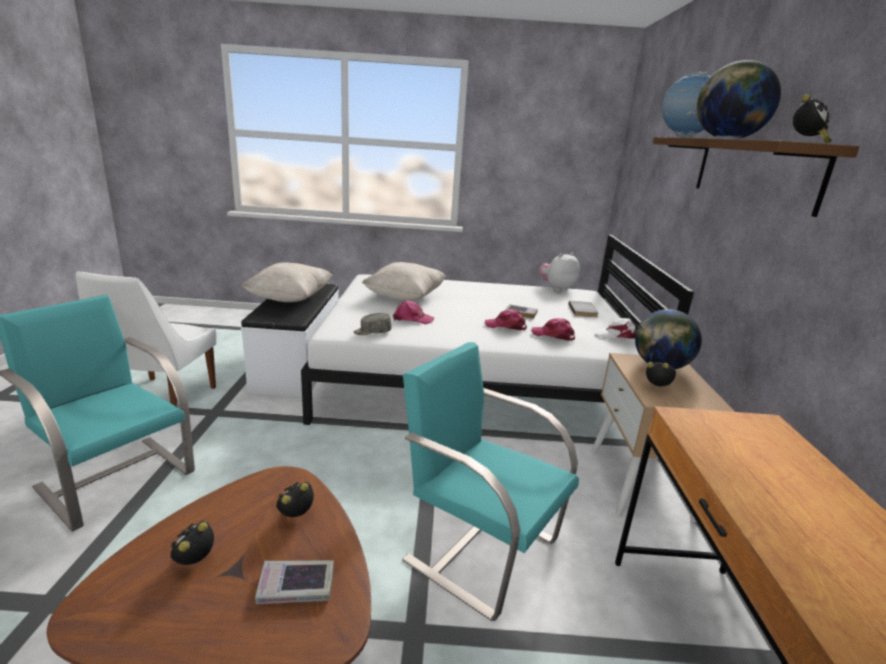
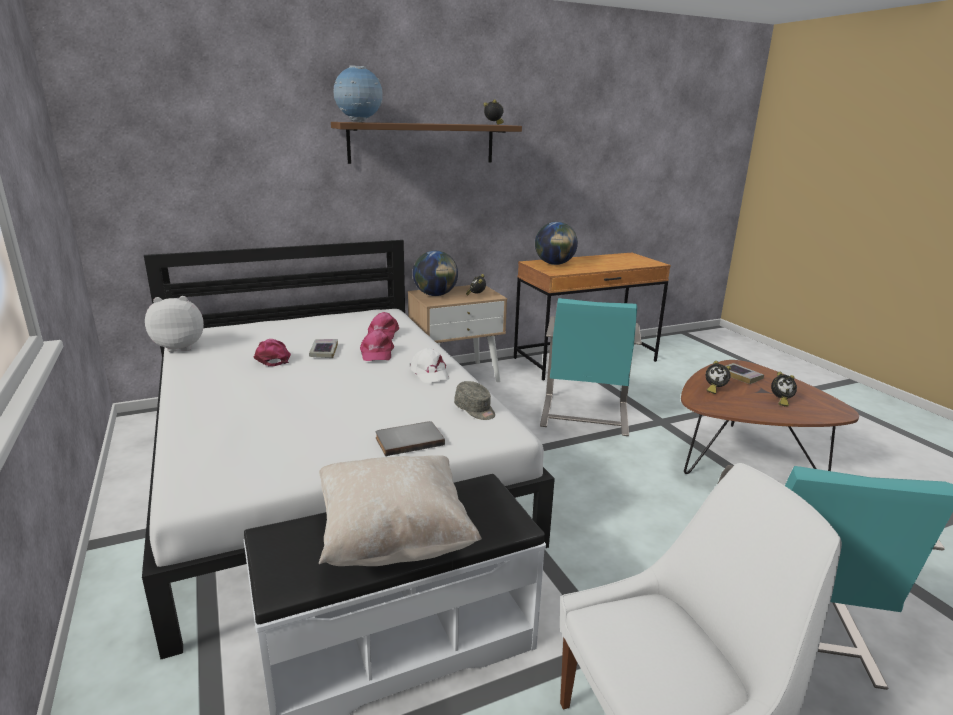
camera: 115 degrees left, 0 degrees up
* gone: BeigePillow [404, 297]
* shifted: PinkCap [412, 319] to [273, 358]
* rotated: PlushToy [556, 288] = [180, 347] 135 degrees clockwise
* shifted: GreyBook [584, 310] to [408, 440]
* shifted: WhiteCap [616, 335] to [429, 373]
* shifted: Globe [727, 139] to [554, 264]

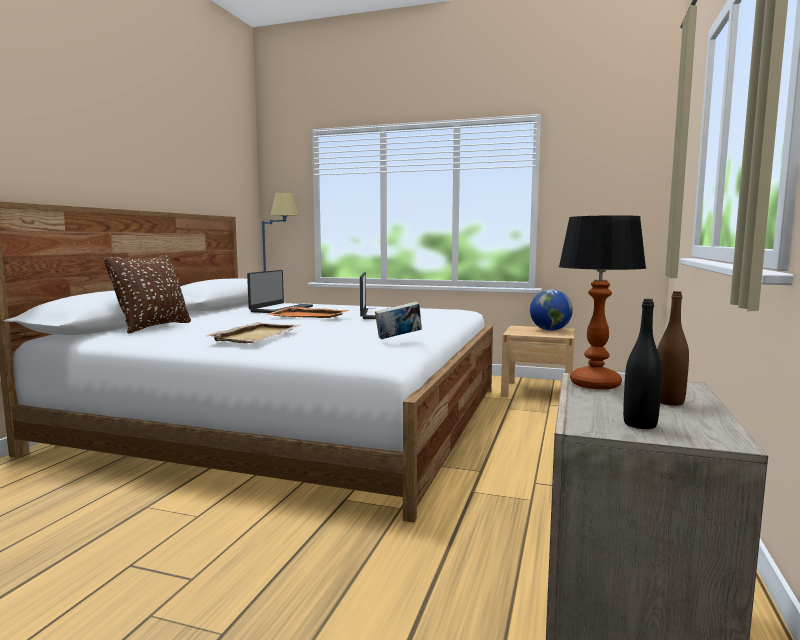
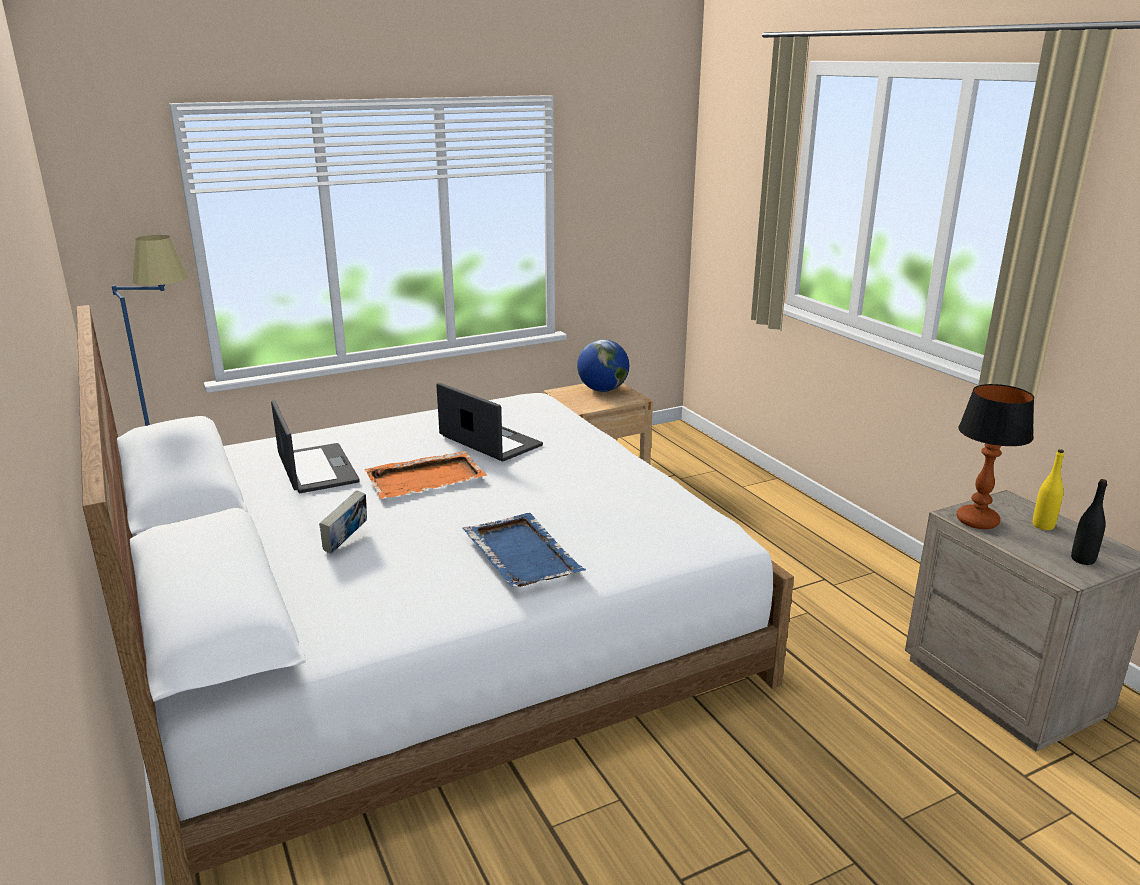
camera: 45 degrees left, 15 degrees up
* gone: BrownPillow [153, 327]
* repainted: BeigeTray [257, 335] to BlueTray [521, 553]
* shifted: Book [398, 338] to [346, 542]
* repainted: BrownBottle [669, 402] to YellowBottle [1043, 525]

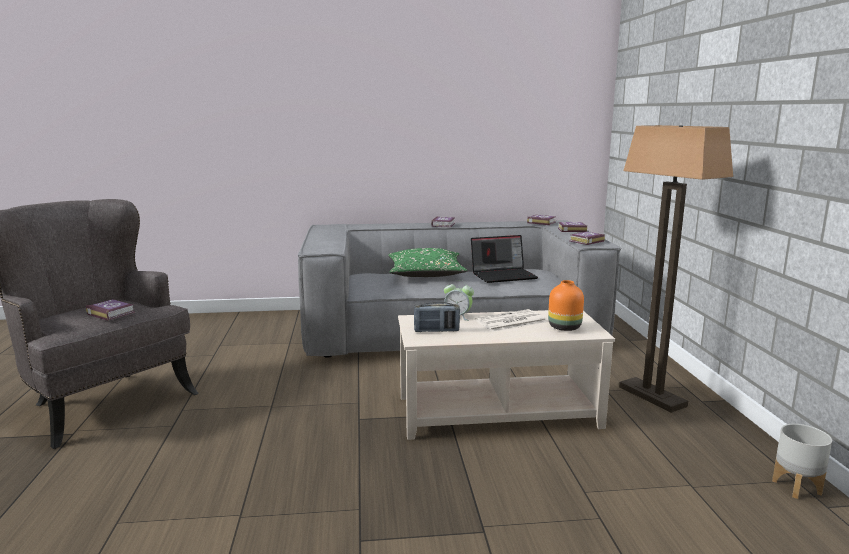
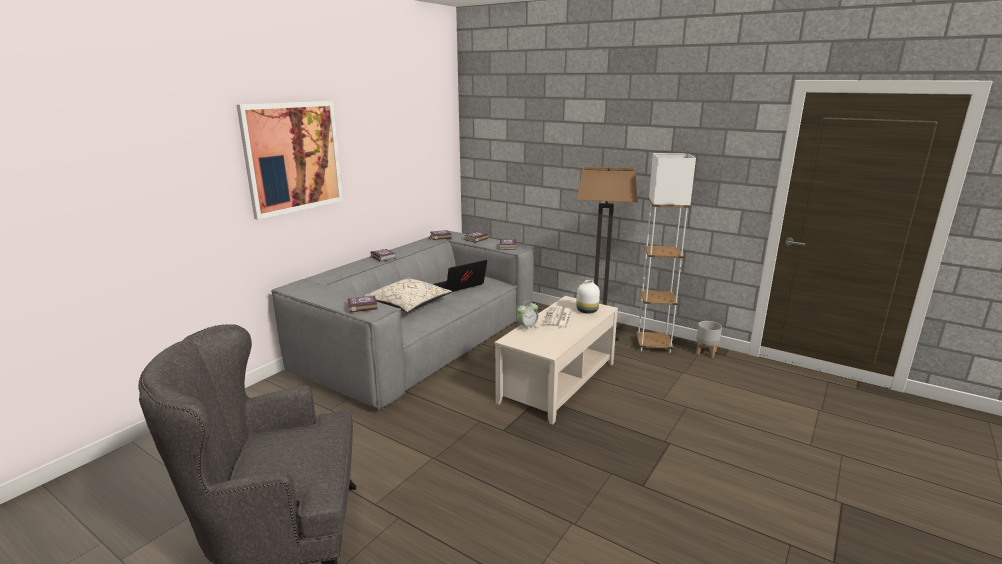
camera: 50 degrees left, 5 degrees up
* shifted: Book [111, 313] to [361, 306]
* repainted: GreenPillow [426, 274] to BeigePillow [408, 304]
* gone: Radio [436, 331]
* rotated: Laptop [504, 275] = [459, 286] 150 degrees counterclockwise
* repainted: OrangeVase [564, 327] to WhiteVase [587, 311]
* new: Picture [293, 157]
* new: WhiteFloorLamp [653, 345]

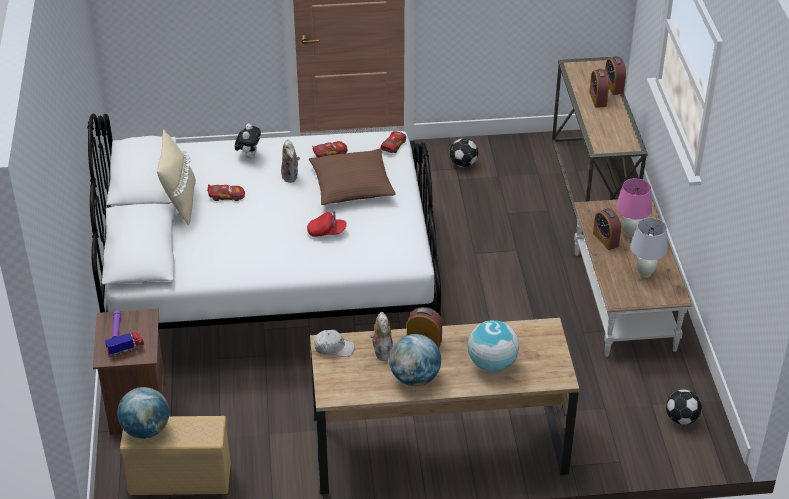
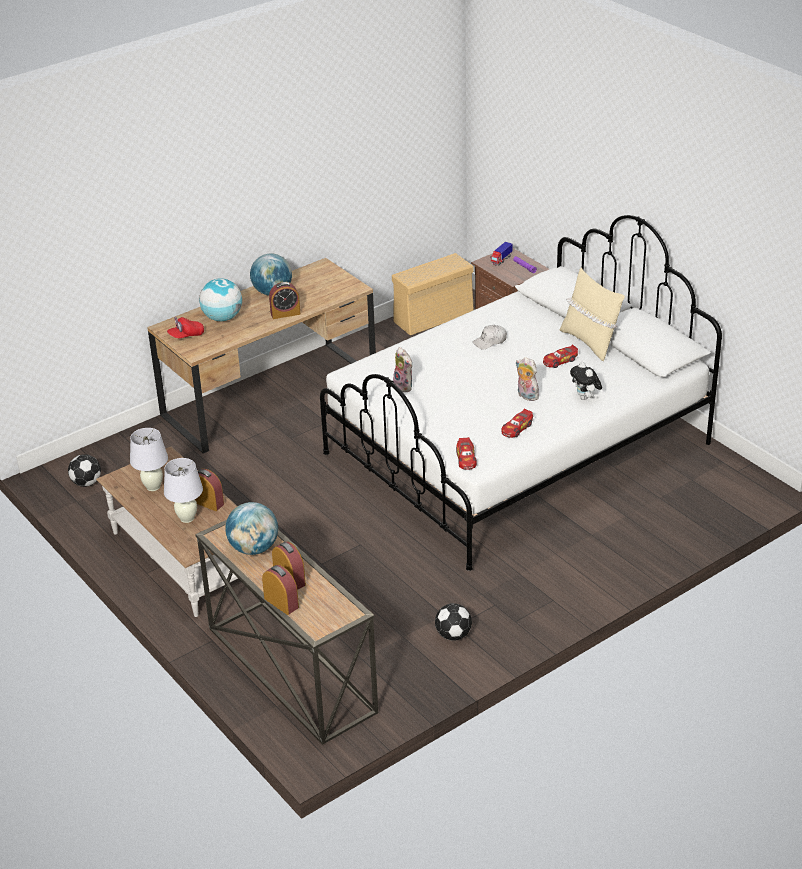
camera: 150 degrees right, 5 degrees down
* shifted: Globe [146, 430] to [253, 548]
* shifted: RedCap [327, 232] to [186, 336]
* gone: BrownPillow [352, 185]
* shifted: WhiteCap [334, 348] to [490, 341]
* shifted: PlushToy [381, 351] to [404, 386]
* repainted: PinkTableLamp [630, 233] to WhiteTableLamp [187, 518]

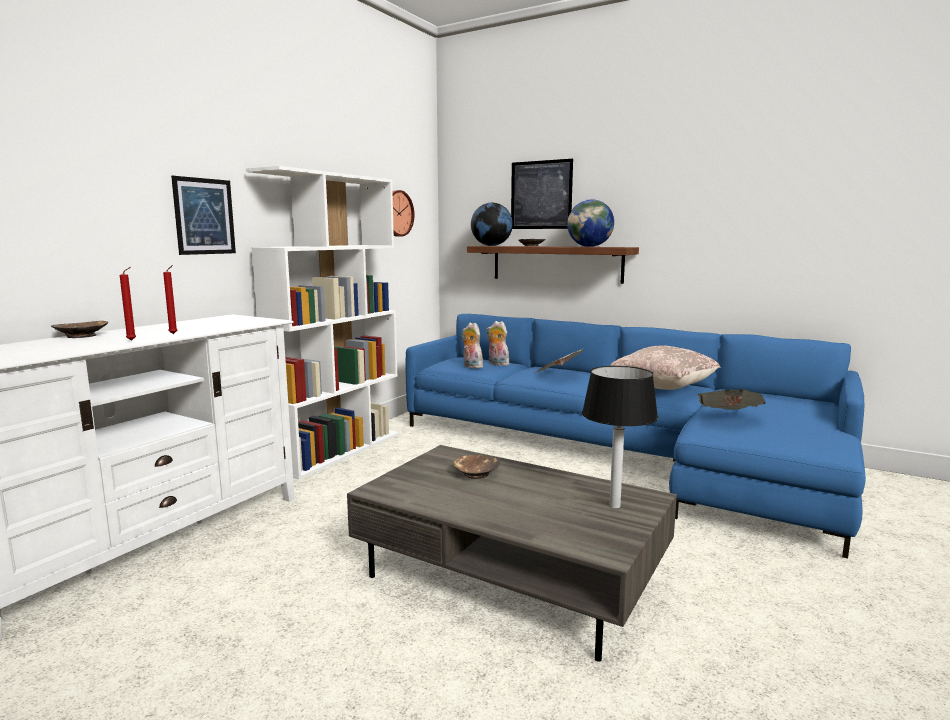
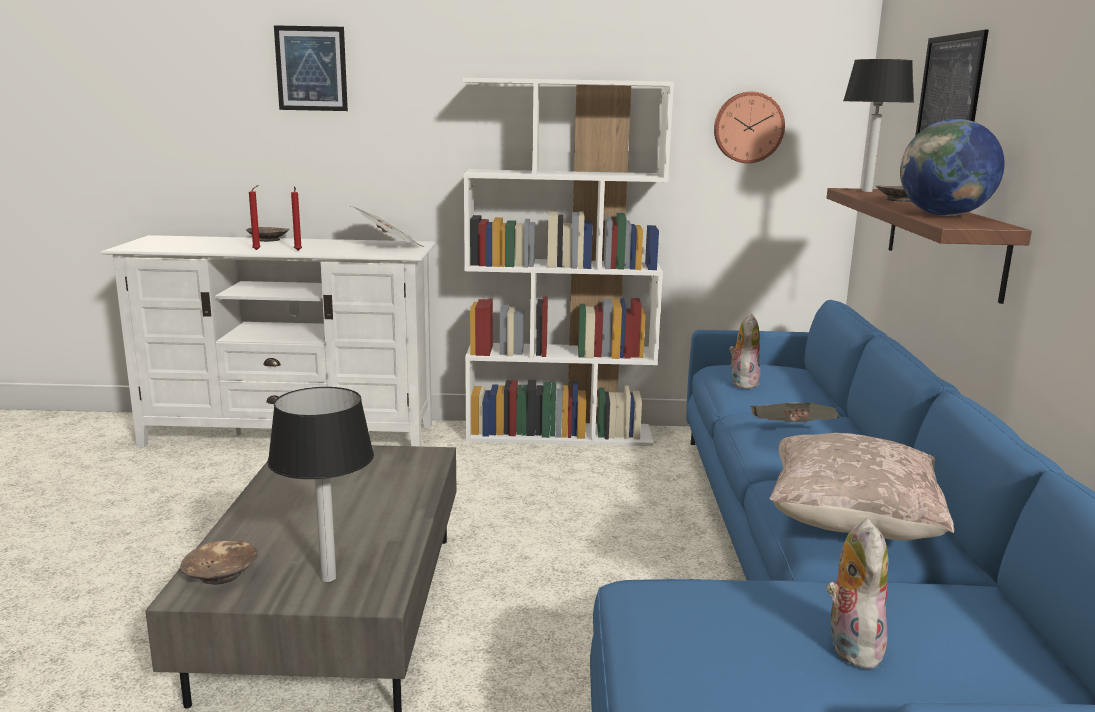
camera: 60 degrees right, 5 degrees up
* shifted: Picture [204, 216] to [311, 68]
* shifted: BrownBowl [476, 473] to [221, 574]
* swapped: Globe [491, 245] to TableLamp [867, 191]
* shifted: PlushToy [497, 364] to [850, 645]
* shifted: Newspaper [729, 417] to [389, 246]

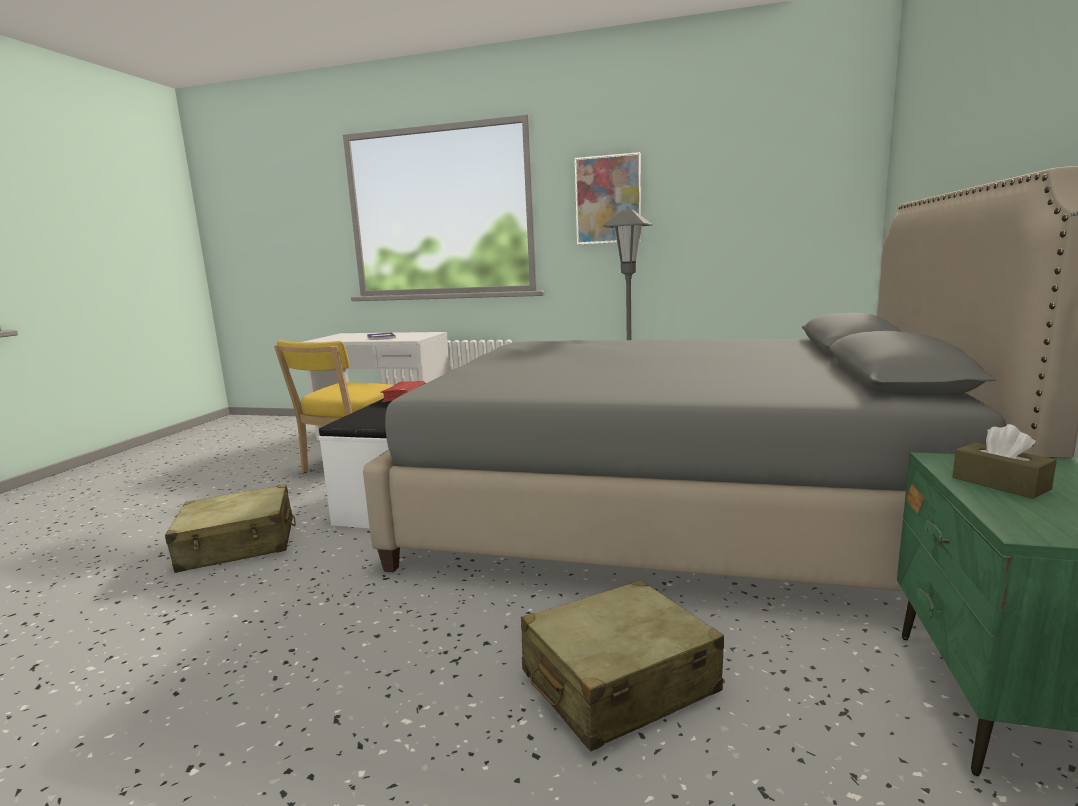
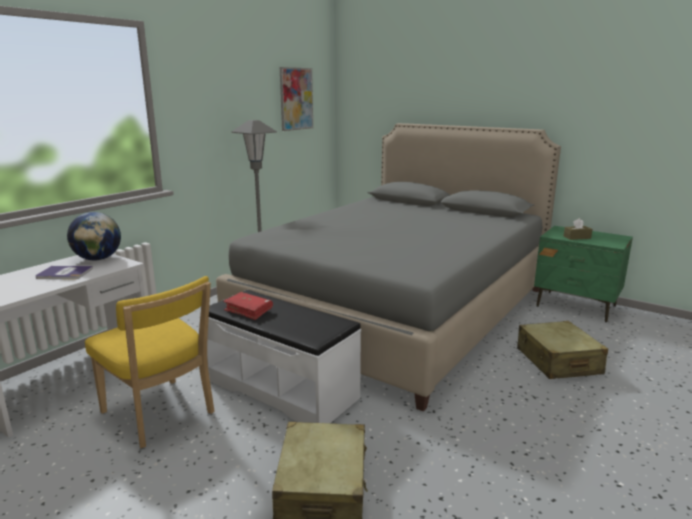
camera: 70 degrees left, 5 degrees up
* shifted: Picture [608, 200] to [296, 99]
* new: Globe [98, 259]

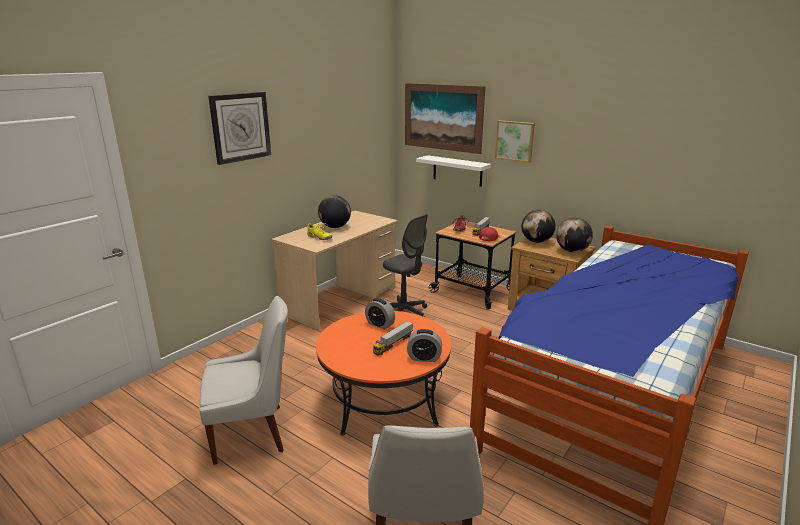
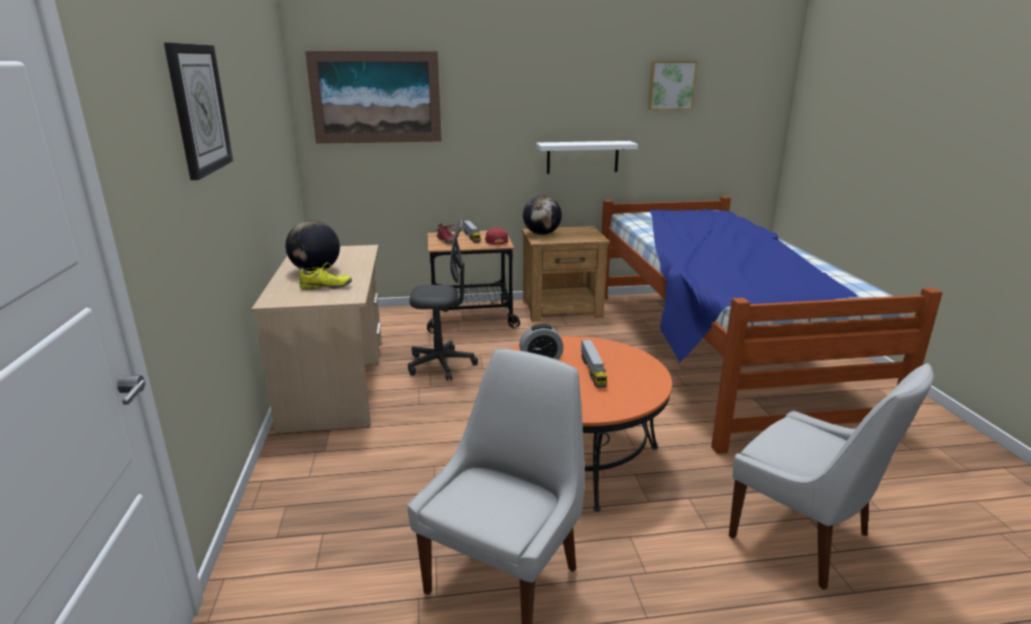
camera: 45 degrees left, 0 degrees up
* gone: AlarmClock [424, 358]
* shifted: WhiteShelf [457, 171] to [582, 157]
* shifted: Picture [515, 141] to [671, 85]
* gone: Globe [572, 251]

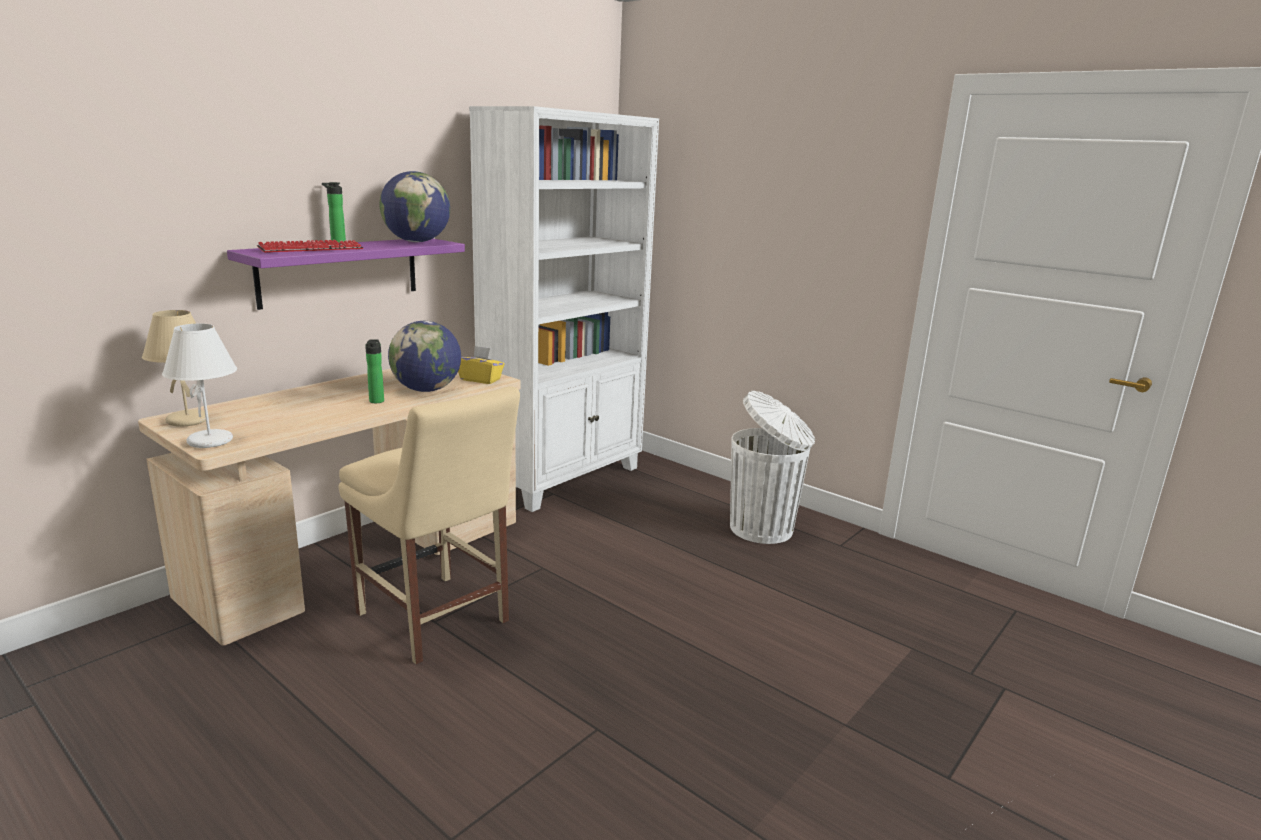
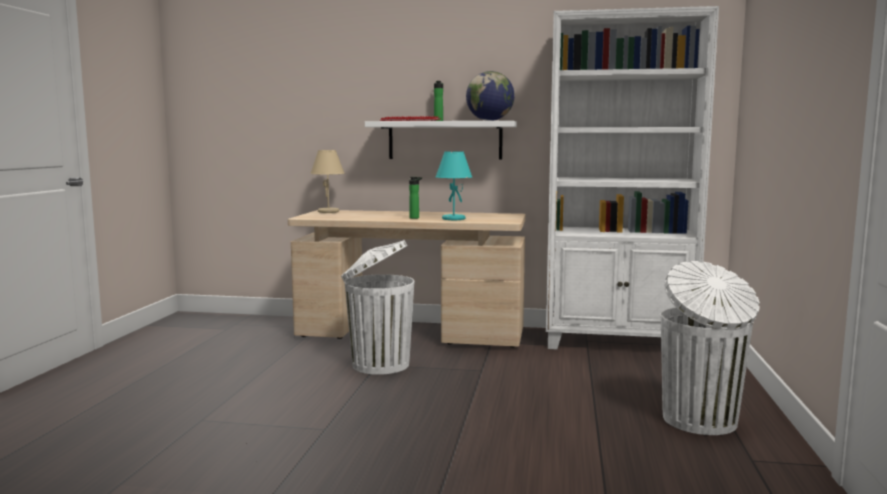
camera: 60 degrees right, 10 degrees down
* gone: WhiteTableLamp [211, 441]
* repainted: PurpleShelf [340, 271] to WhiteShelf [445, 140]
* swapped: BeigeChair [436, 620] to WhiteTrashCan [378, 364]
* swapped: Globe [426, 390] to TurquoiseTableLamp [453, 219]
* gone: YellowTissueBox [480, 379]

